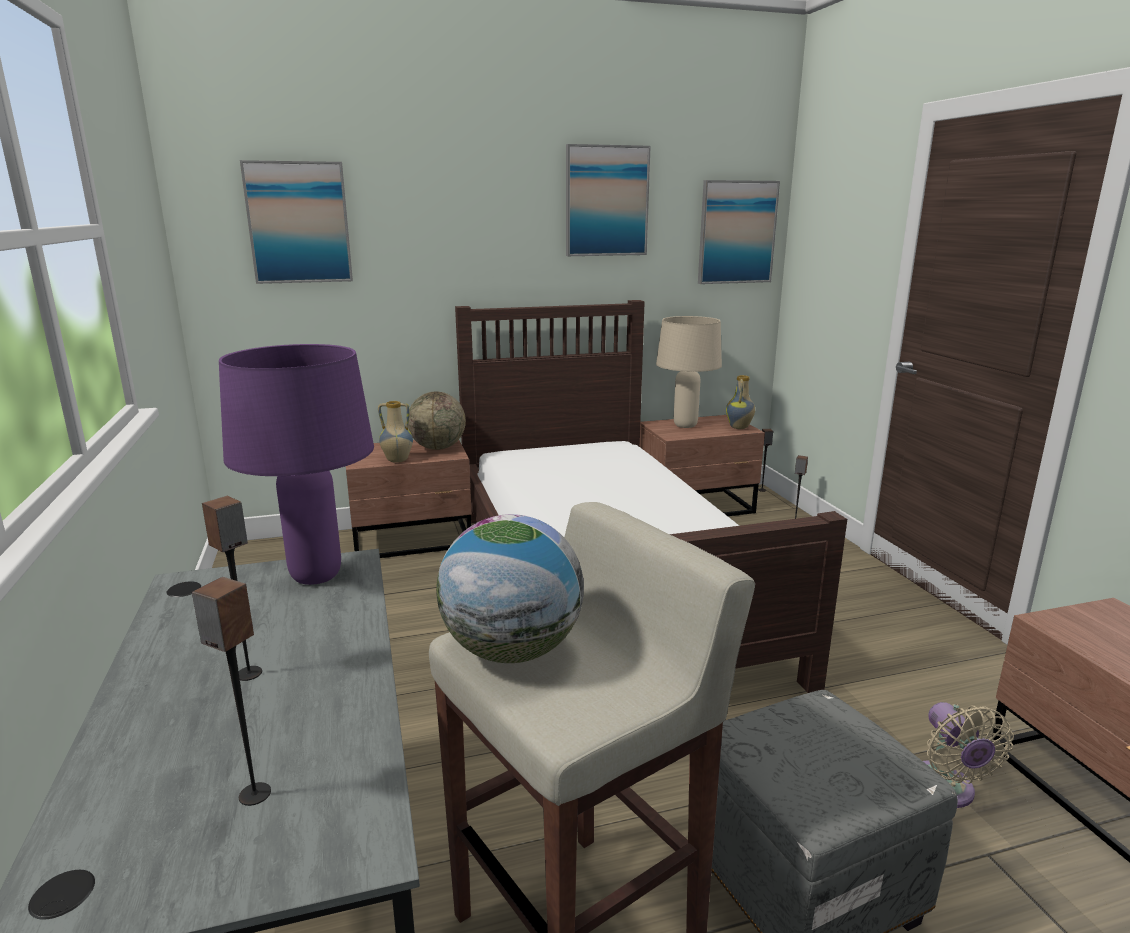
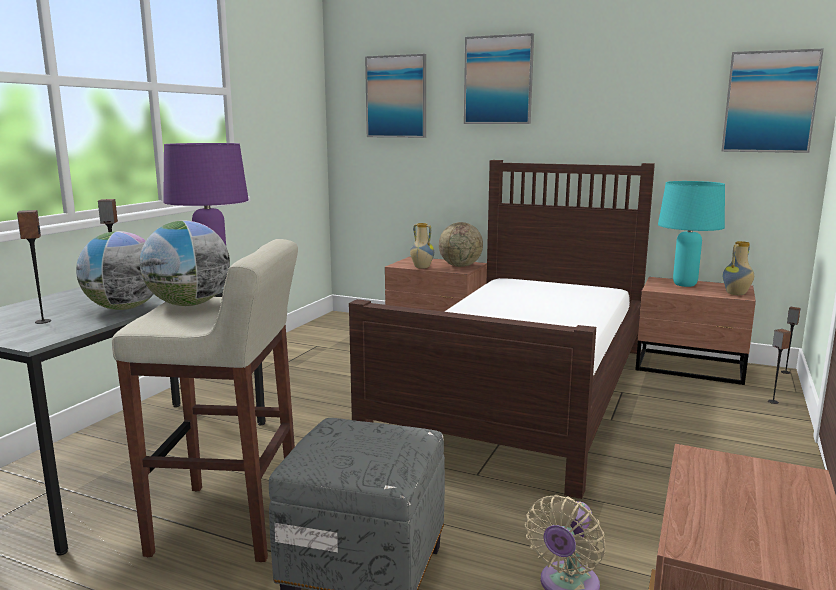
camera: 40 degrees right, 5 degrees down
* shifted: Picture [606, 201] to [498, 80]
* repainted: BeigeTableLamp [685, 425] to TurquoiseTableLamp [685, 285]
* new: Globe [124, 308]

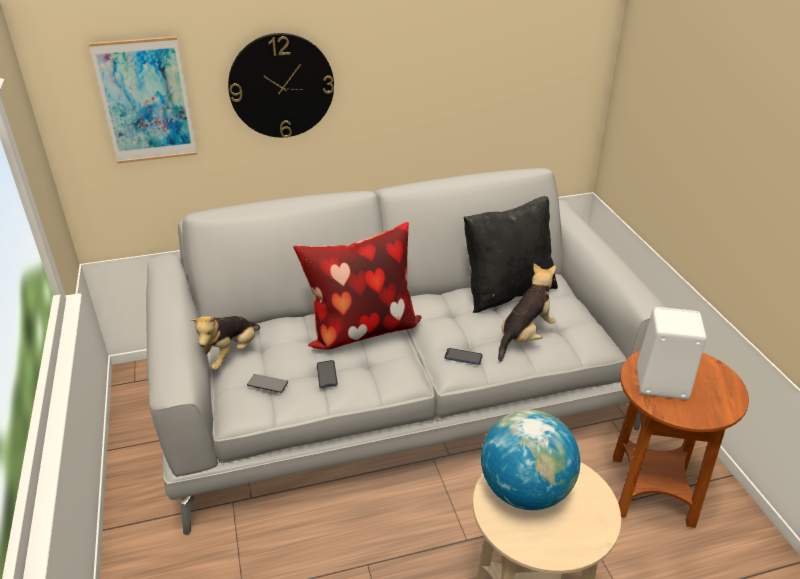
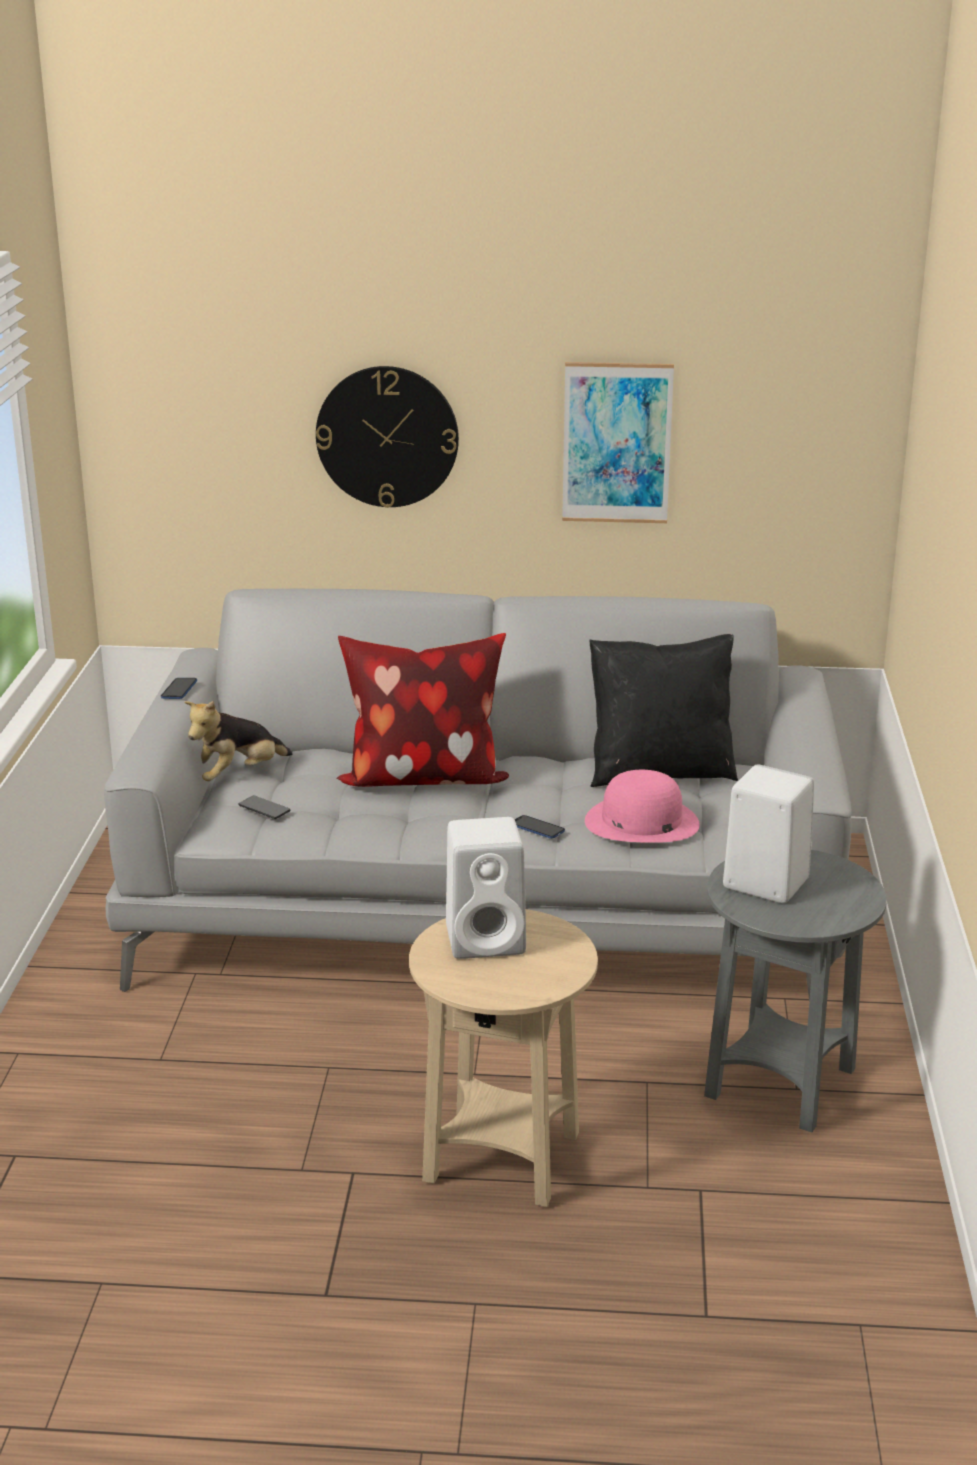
camera: 20 degrees right, 10 degrees down
* shifted: Picture [146, 101] to [617, 443]
* shifted: Phone [327, 375] to [179, 690]
* swapped: Globe [525, 491] to WhiteSpeaker [488, 939]
* swapped: PlushToy [524, 336] to PinkHat [641, 822]
* repainted: BrownSideTable [651, 491] to GreySideTable [779, 1083]

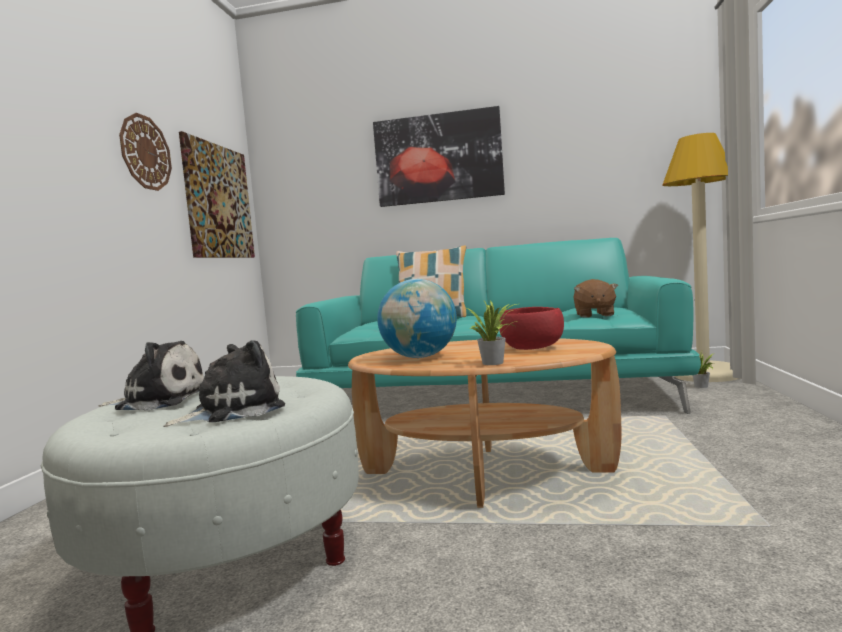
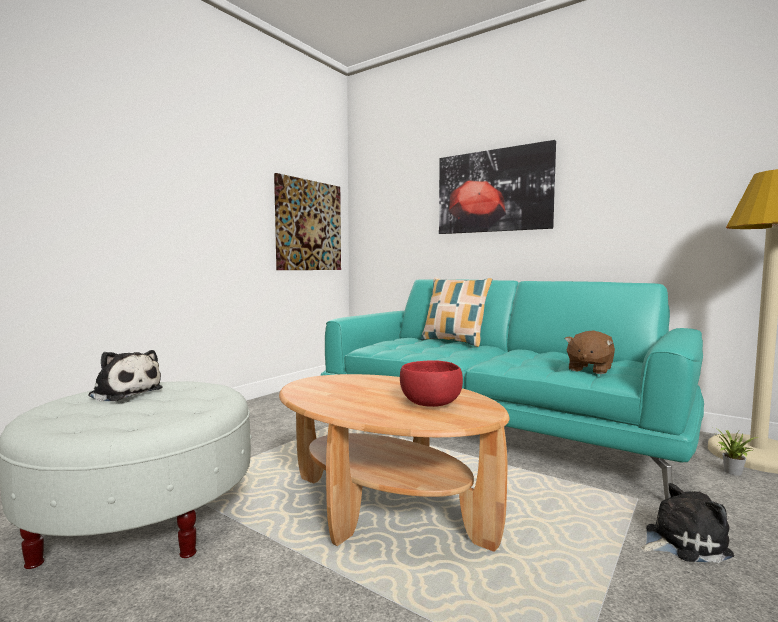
camera: 25 degrees right, 0 degrees up
* gone: WallClock [145, 152]
* shifted: PlushToy [233, 410] to [681, 542]
* gone: Globe [420, 357]
* gone: PottedPlant [495, 362]

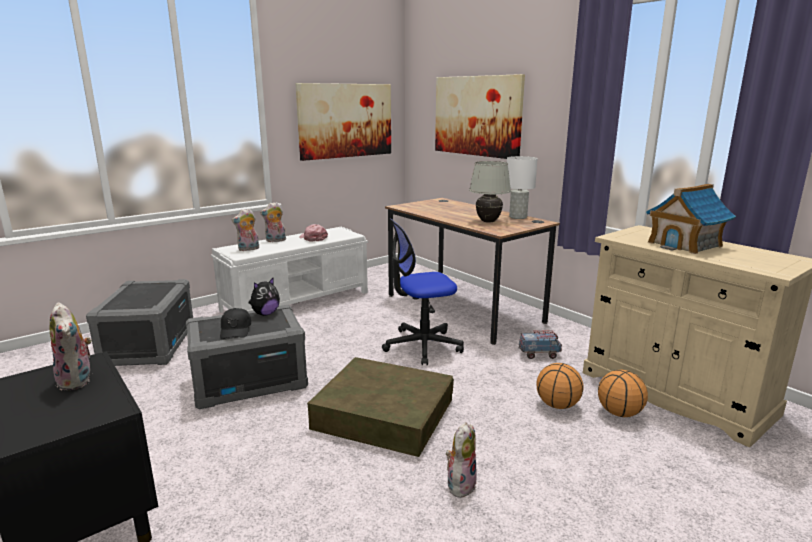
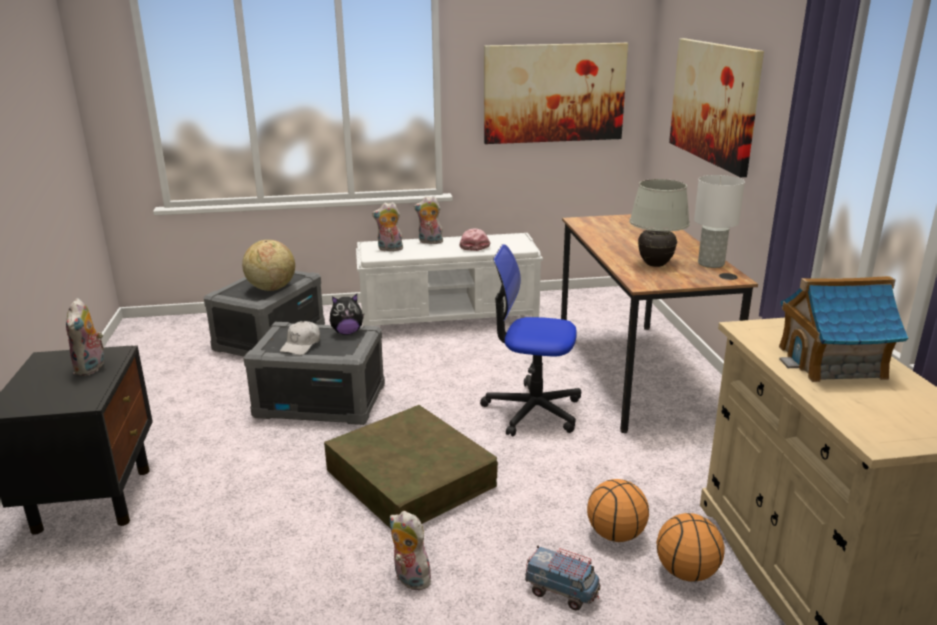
camera: 30 degrees right, 5 degrees up
* repainted: BlackCap [236, 330] to WhiteCap [301, 345]
* rotated: PlushToy [460, 484] = [409, 579] 105 degrees counterclockwise
* shifted: ToyTruck [539, 354] to [562, 592]
* new: Globe [271, 288]

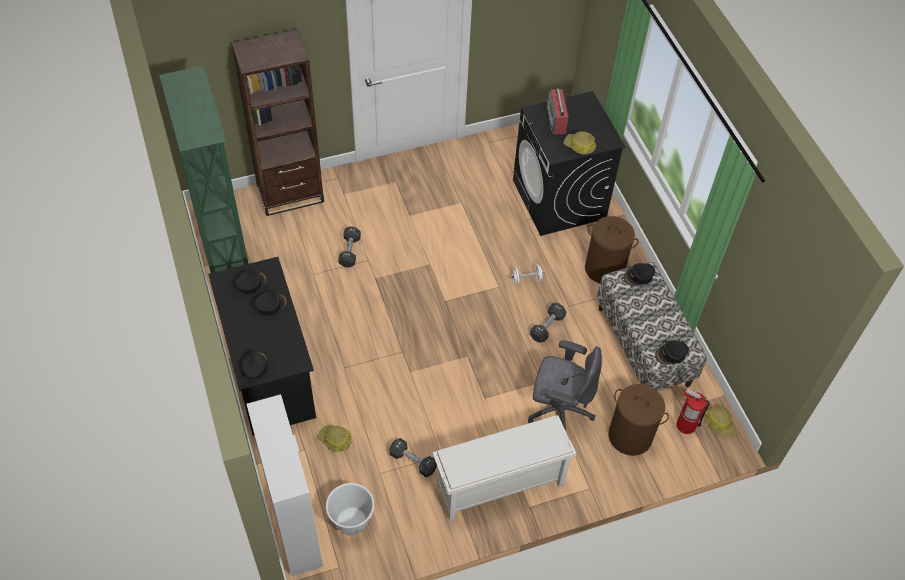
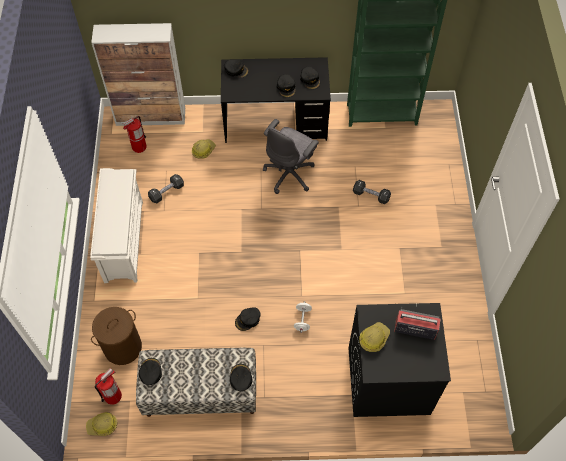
camera: 110 degrees right, 5 degrees up
* gone: BrownBookcase [290, 194]
* swapped: WhiteBucket [352, 521] to FireExtinguisher [139, 147]
* shifted: GreyOfficeChair [559, 411] to [290, 174]
* swapped: BlackDumbbell [547, 327] to BlackCap [248, 320]
* gone: BrownLaundryBasket [604, 268]

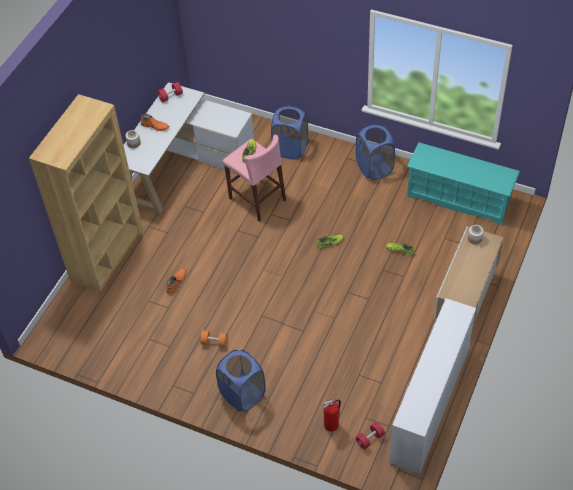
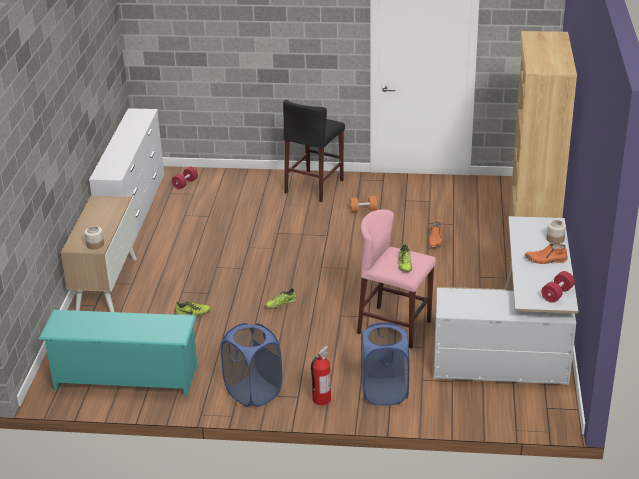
camera: 160 degrees right, 20 degrees down
* swapped: BlueLaundryBasket [243, 395] to BlackStool [314, 186]
* shifted: FireExtinguisher [331, 425] to [321, 399]

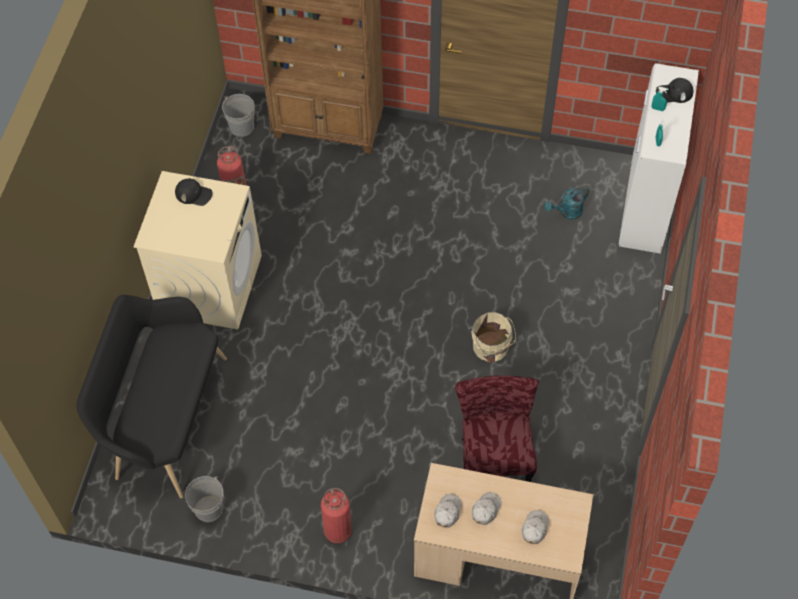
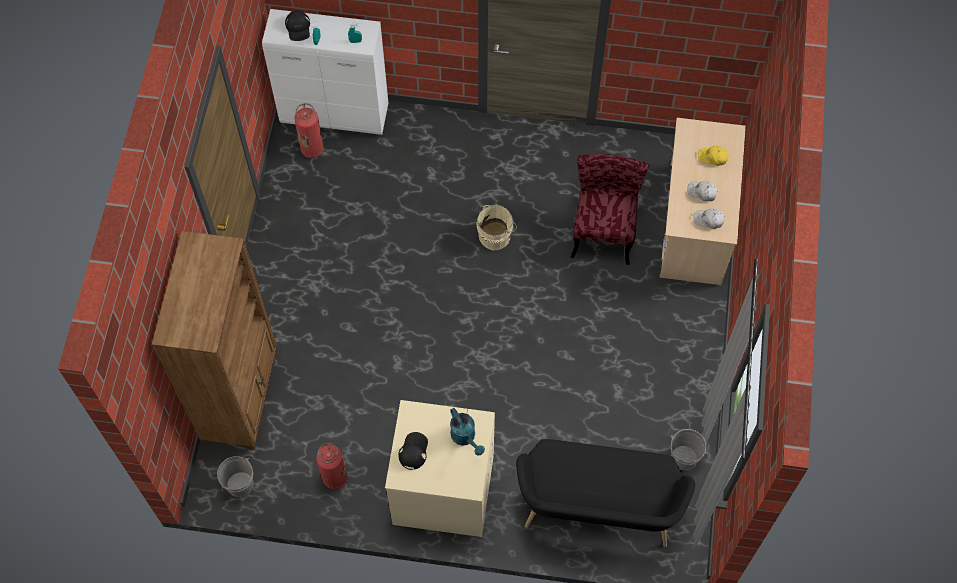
camera: 95 degrees left, 5 degrees up
* shifted: FireExtinguisher [337, 531] to [312, 149]
* rotated: RedChair [494, 457] = [603, 229] 105 degrees clockwise
* repainted: WhiteCap [534, 528] to YellowCap [713, 157]
* shifted: TurquoiseWateringCan [567, 212] to [465, 438]

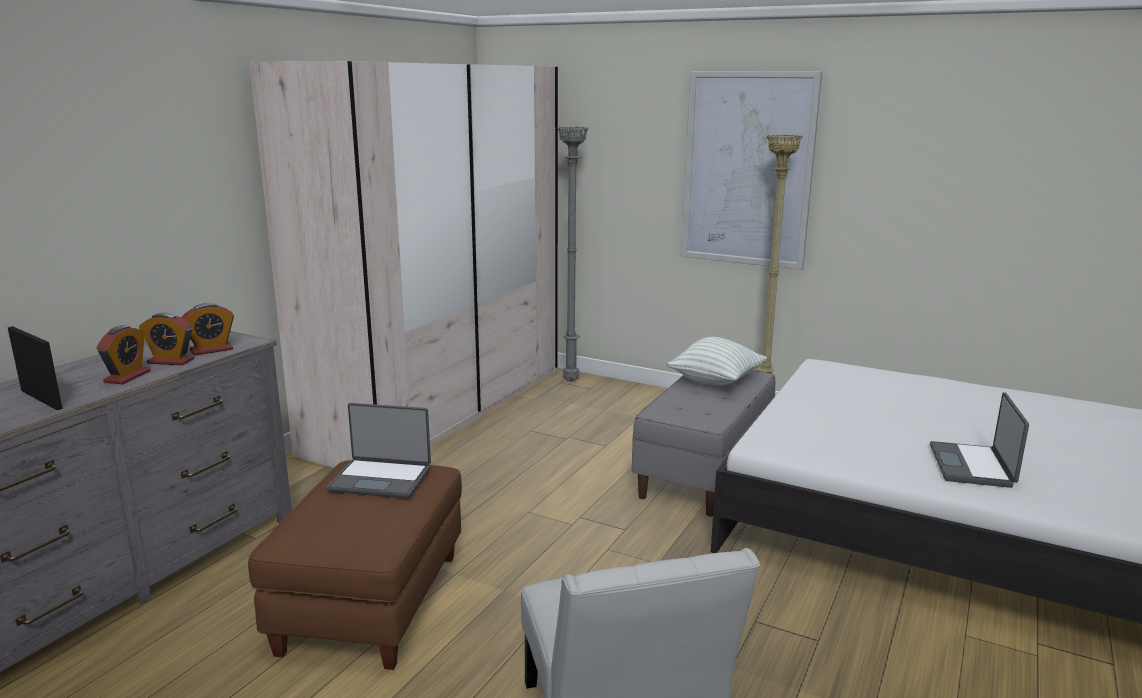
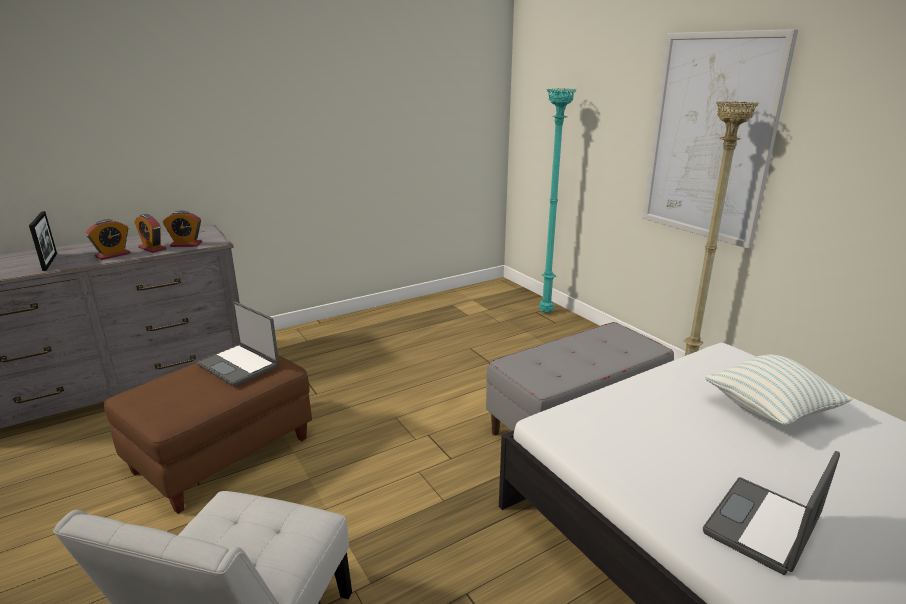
camera: 30 degrees right, 5 degrees up
* gone: BeigeWardrobe [441, 408]
* repainted: GreyFloorLamp [571, 381] to TurquoiseFloorLamp [546, 313]
* shifted: Pillow [716, 381] to [770, 411]

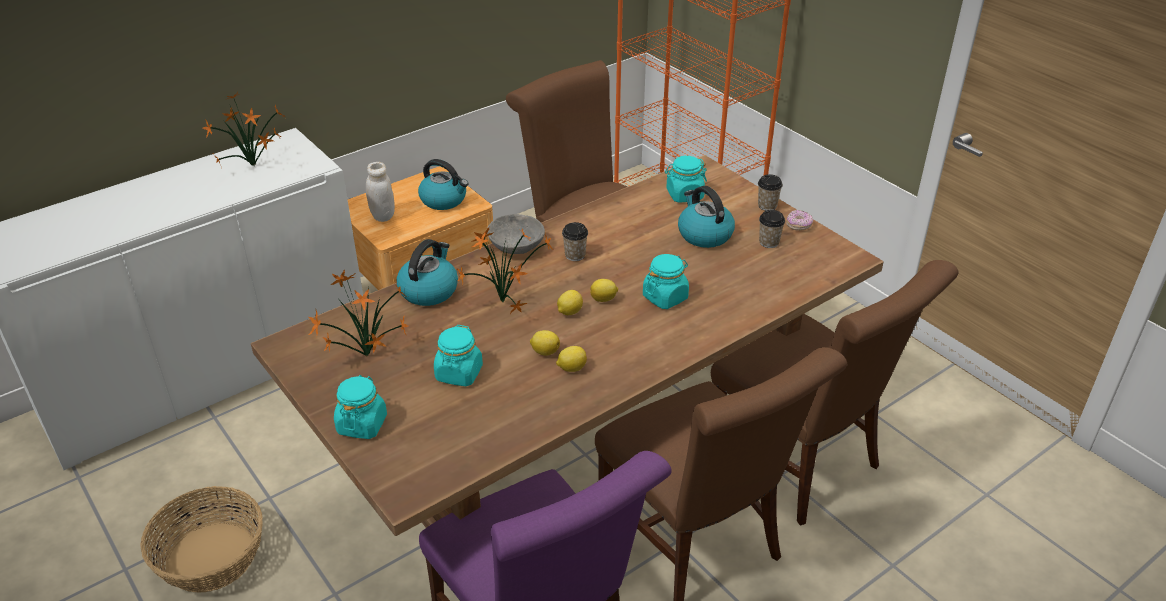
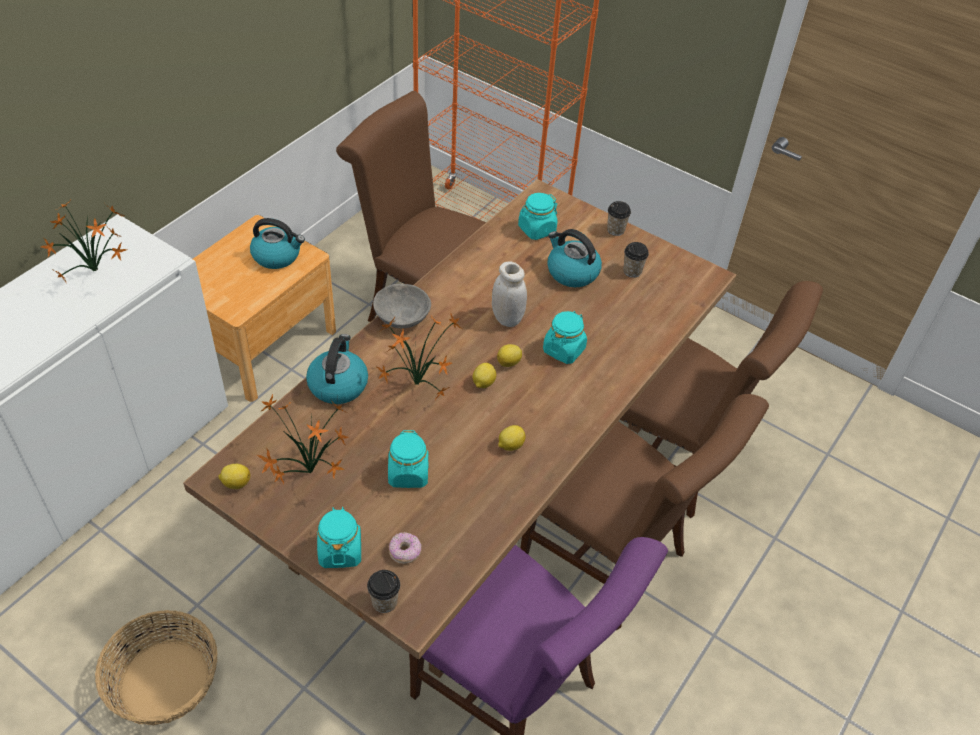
camera: 20 degrees left, 10 degrees up
* shifted: WhiteJar [383, 216] to [507, 318]
* shifted: Lemon [544, 351] to [236, 483]
* shifted: Cup [575, 255] to [384, 602]
* shifted: Donut [798, 225] to [405, 552]

